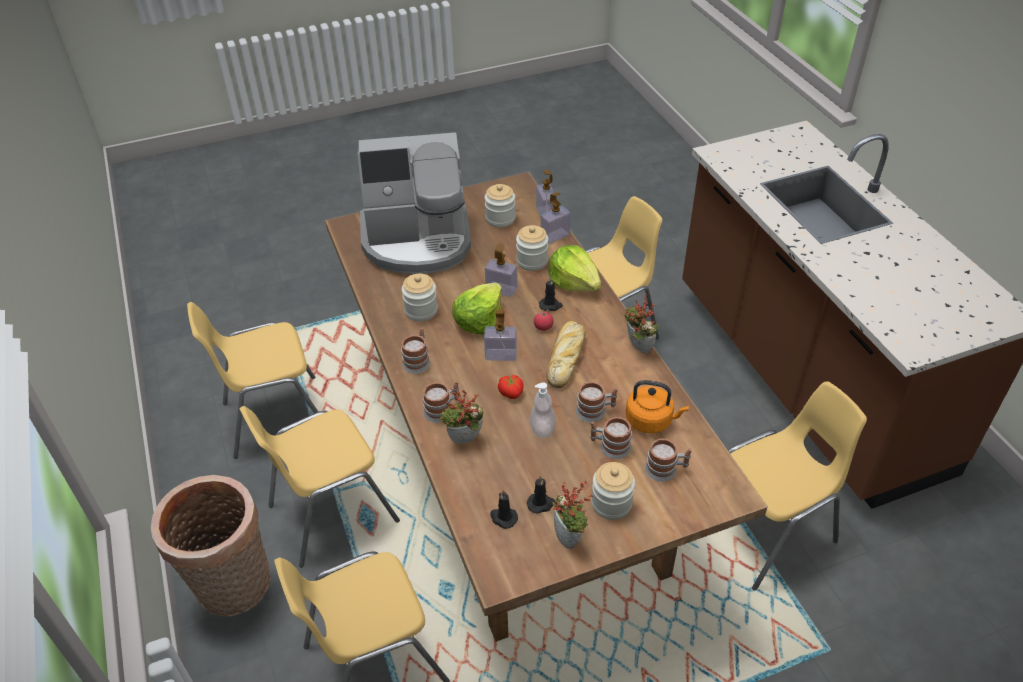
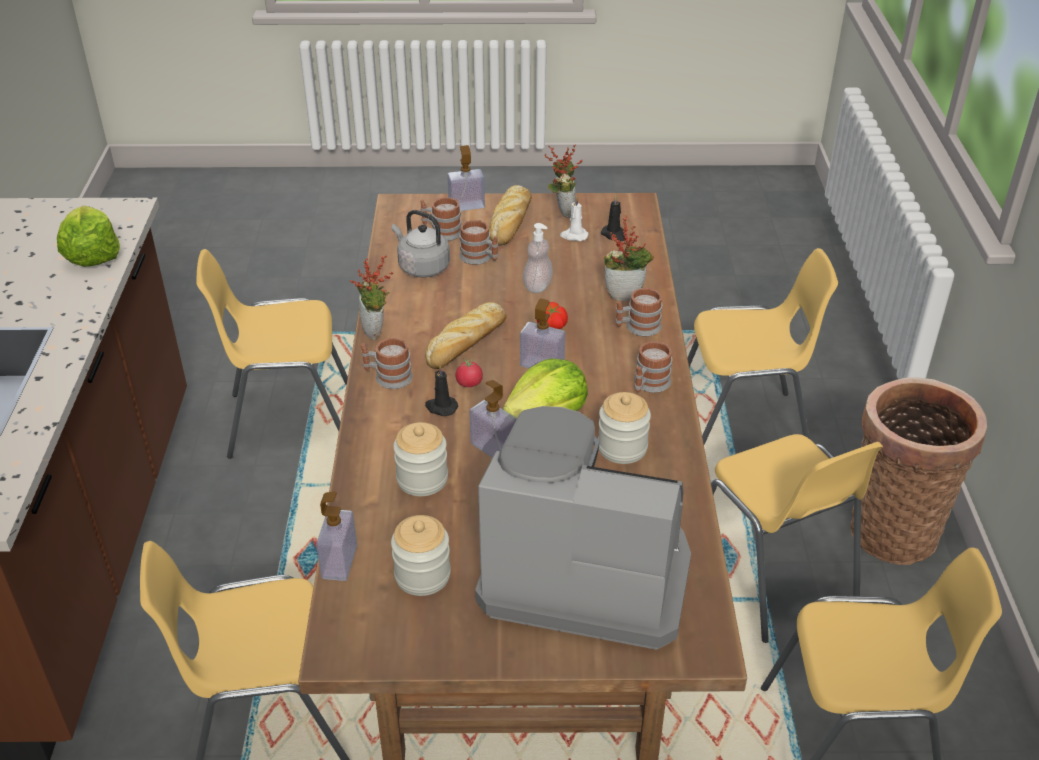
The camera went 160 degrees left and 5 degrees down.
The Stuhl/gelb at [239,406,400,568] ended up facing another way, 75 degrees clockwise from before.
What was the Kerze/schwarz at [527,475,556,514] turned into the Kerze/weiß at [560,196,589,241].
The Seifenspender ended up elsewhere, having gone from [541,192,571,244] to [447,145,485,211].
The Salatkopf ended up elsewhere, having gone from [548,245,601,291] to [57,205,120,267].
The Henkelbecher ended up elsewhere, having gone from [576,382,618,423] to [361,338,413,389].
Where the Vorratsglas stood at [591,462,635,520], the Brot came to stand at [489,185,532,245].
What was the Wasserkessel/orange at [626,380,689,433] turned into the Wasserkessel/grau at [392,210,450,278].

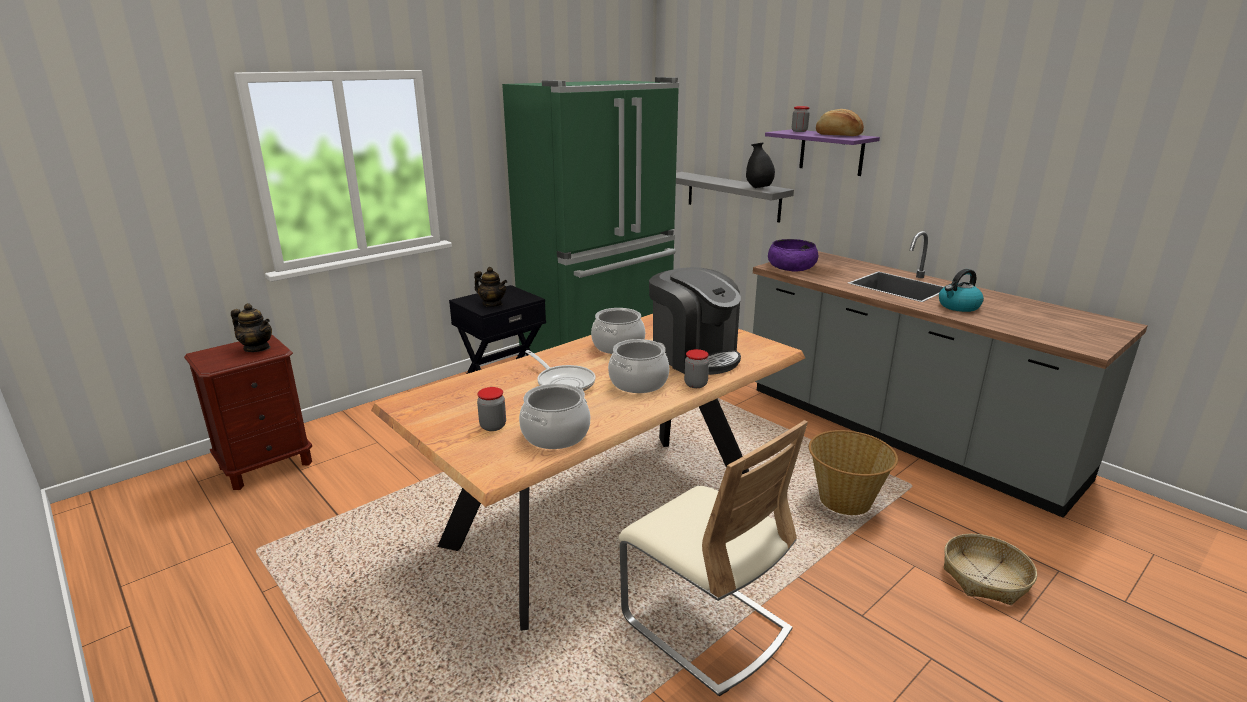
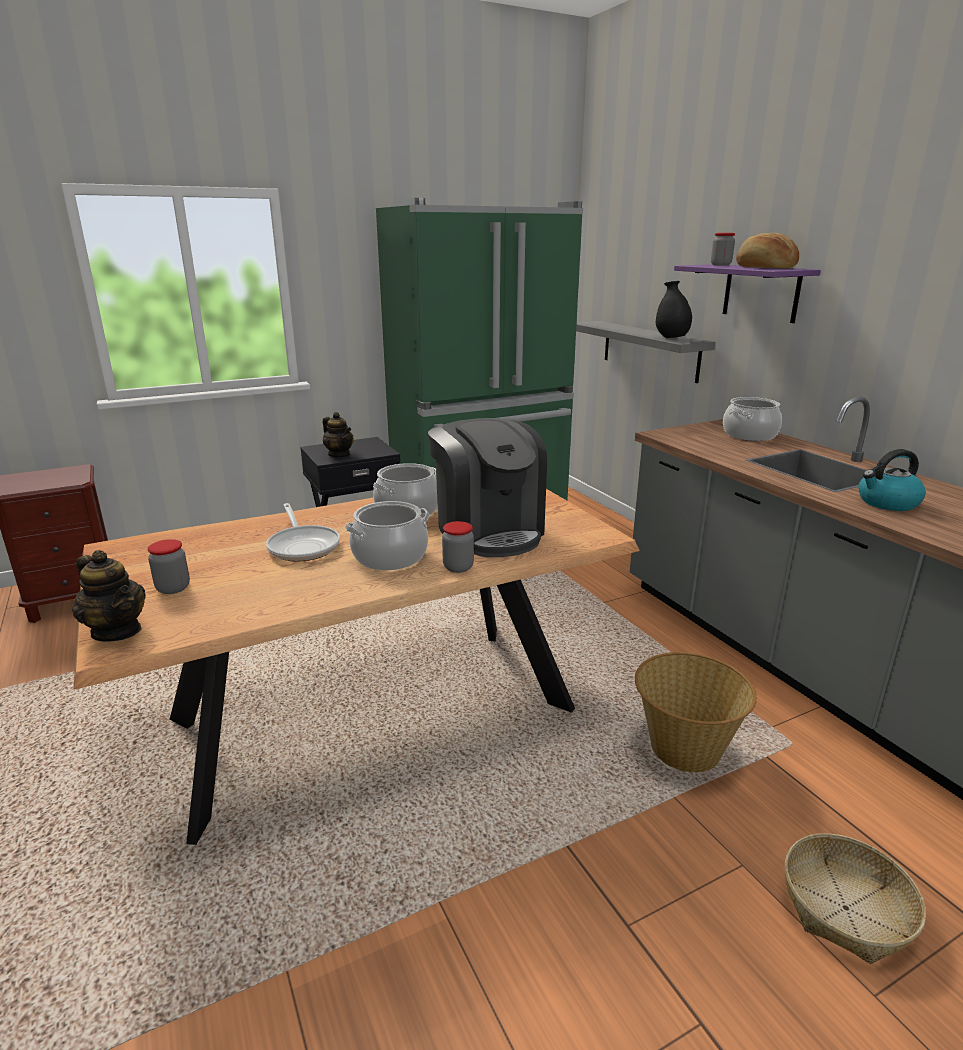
The camera went 15 degrees right and 0 degrees up.
The Teekanne ended up elsewhere, having gone from [231,303,272,352] to [72,550,146,641].
The Kochtopf ended up elsewhere, having gone from [519,384,590,449] to [723,397,782,441].
The second view lost the Stuhl/beige at [619,420,808,696].
The second view lost the Schüssel/lila at [768,239,818,272].

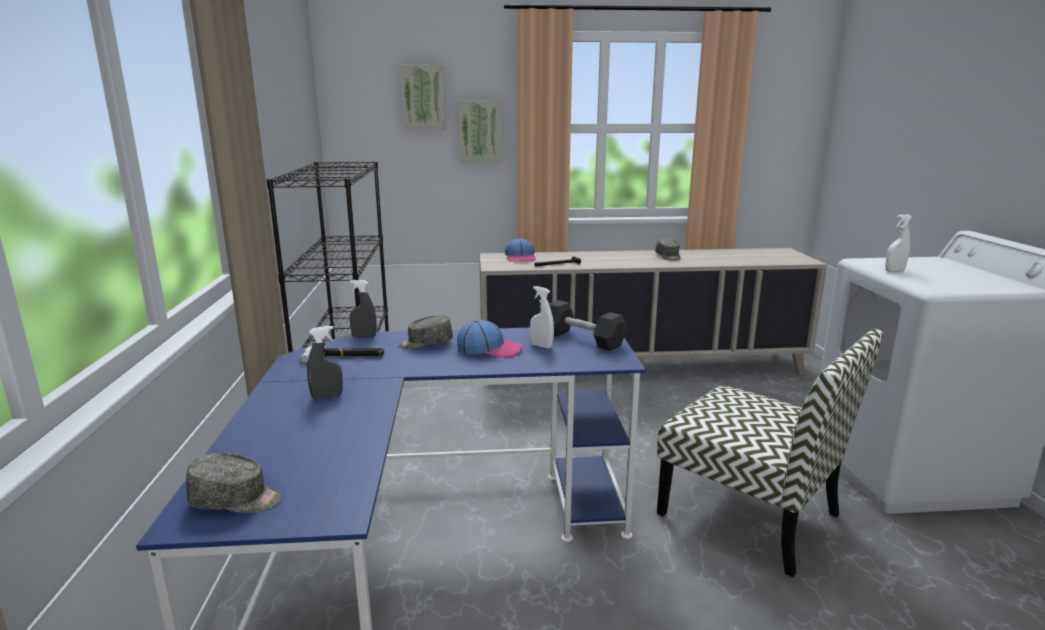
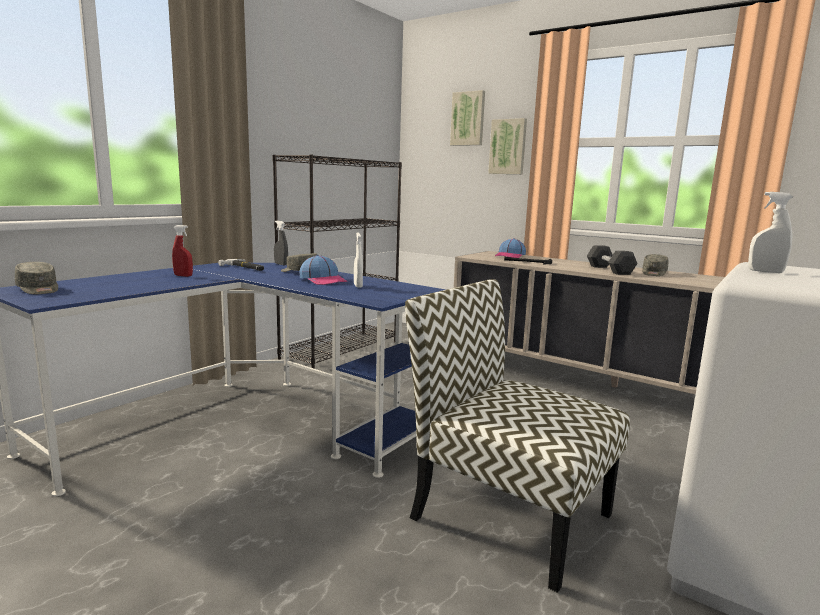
The camera went 40 degrees right and 5 degrees down.
What was the Sprühflasche/grau at [307,326,343,400] turned into the Sprühflasche/rot at [172,225,193,277].
The Hantel/schwarz ended up elsewhere, having gone from [549,300,626,351] to [587,245,638,275].
The Stuhl at [657,329,883,577] ended up facing another way, 135 degrees clockwise from before.

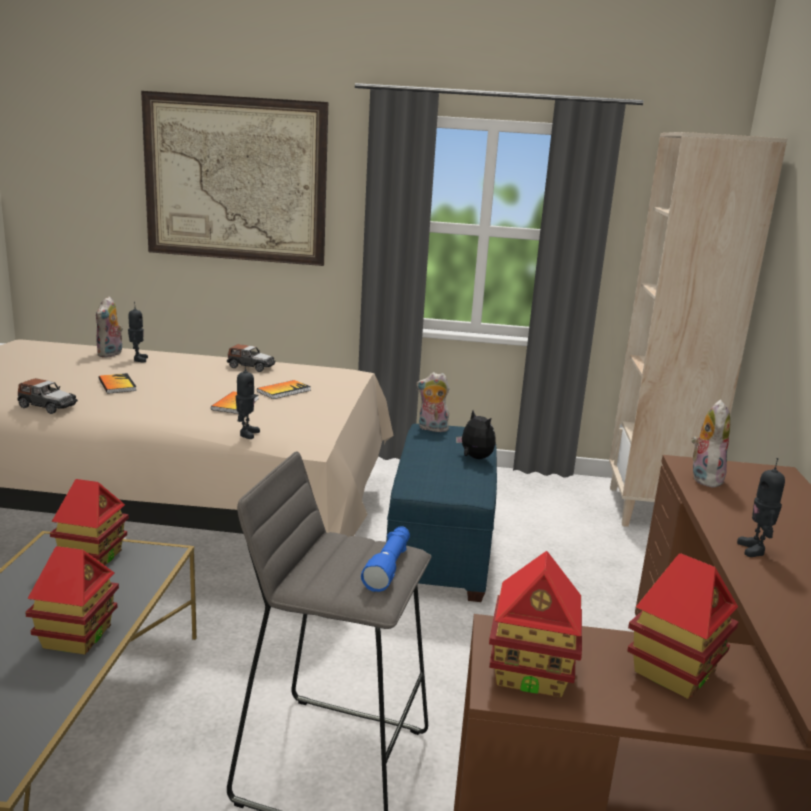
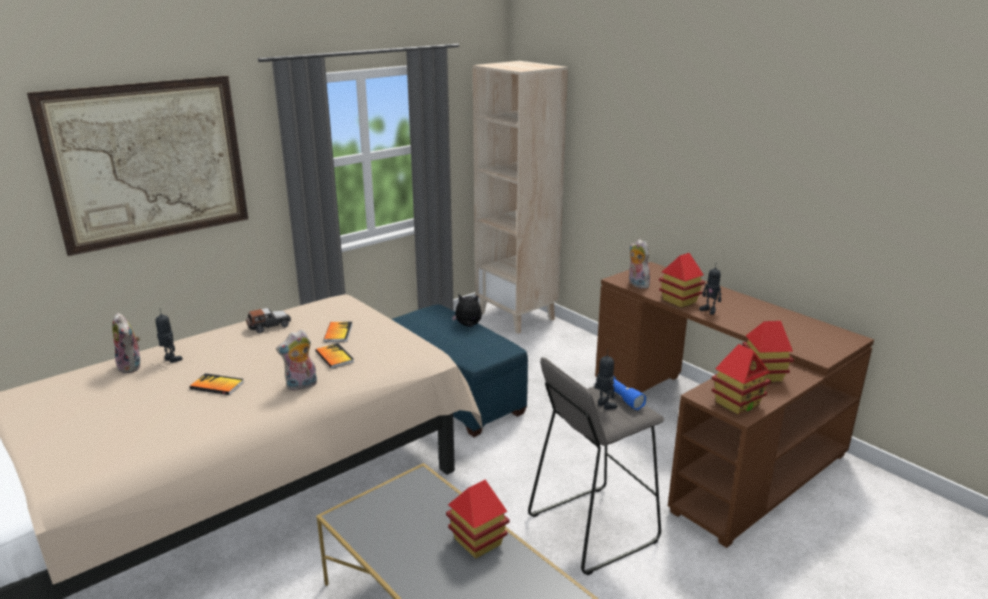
The camera went 45 degrees left and 5 degrees up.
The second view lost the Spielzeugauto at [17,378,78,414].
The Spielzeughaus ended up elsewhere, having gone from [50,479,129,565] to [659,253,705,308].
The Spielzeugroboter ended up elsewhere, having gone from [236,362,260,439] to [595,349,617,410].
The Plüschtier ended up elsewhere, having gone from [417,372,450,432] to [276,330,317,391].

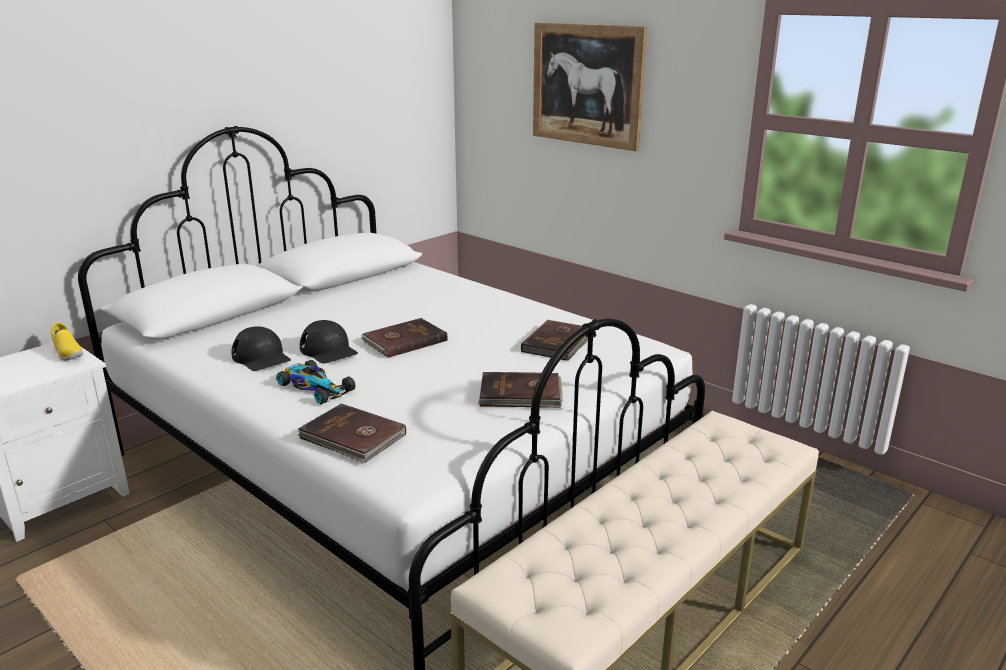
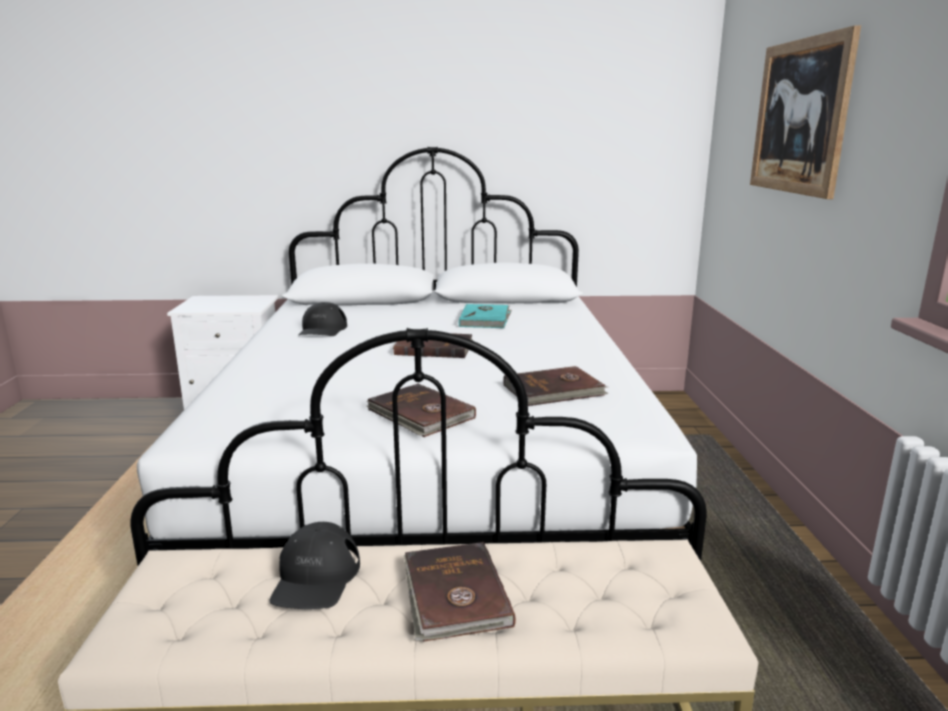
The camera went 45 degrees right and 5 degrees down.
The second view lost the Schuh/gelb at [51,322,83,361].
The second view lost the Spielzeugauto at [276,360,355,404].
The Buch/braun ended up elsewhere, having gone from [298,404,406,463] to [404,542,516,642].
The Kappe/schwarz ended up elsewhere, having gone from [300,320,358,363] to [270,522,360,609].
The second view gained the Buch/türkis at [459,304,512,328].

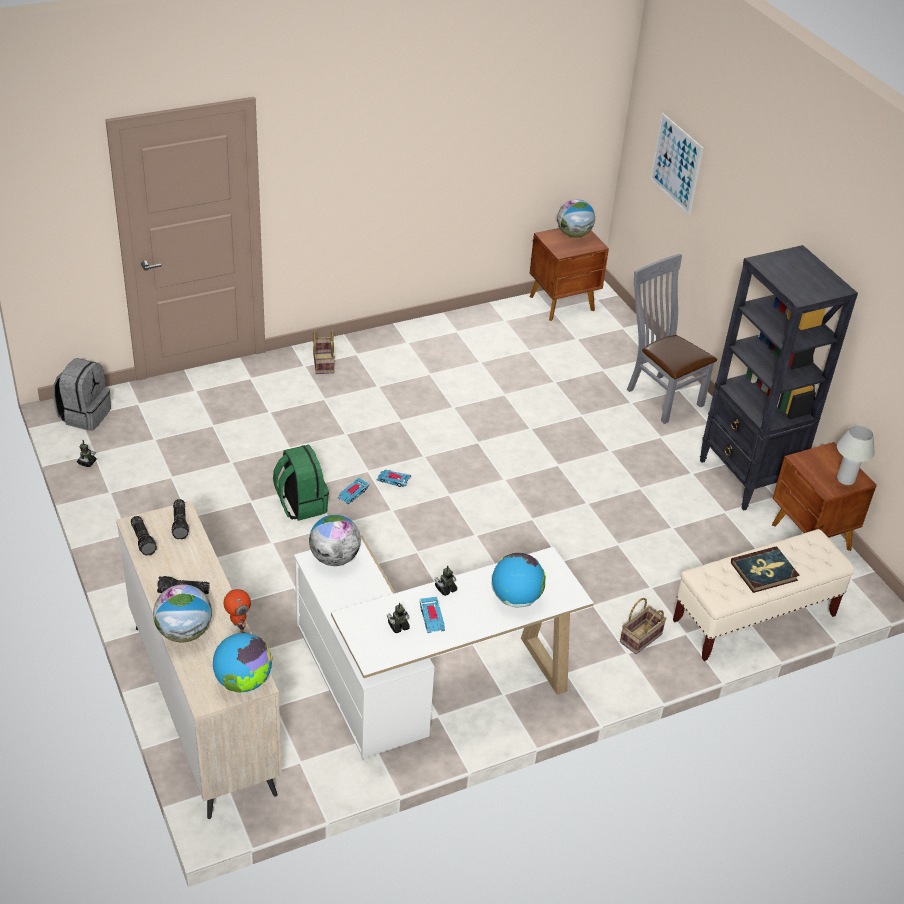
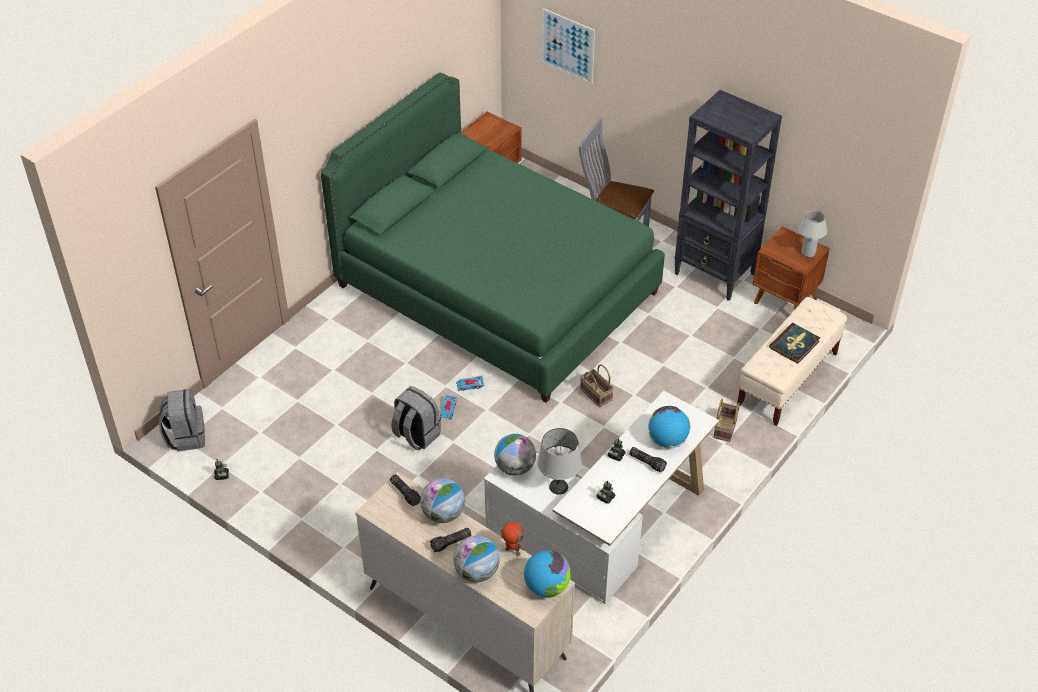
The camera went 25 degrees left and 5 degrees up.
The Taschenlampe ended up elsewhere, having gone from [131,516,157,556] to [629,447,667,473].
What was the Rucksack/grün at [273,445,329,521] turned into the Rucksack/grau at [392,386,441,450].
The Korb ended up elsewhere, having gone from [313,330,335,374] to [580,364,614,407].
The second view lost the Spielzeugauto at [420,596,445,633].
The Globus ended up elsewhere, having gone from [557,199,595,238] to [420,478,465,523].
The second view gained the Bett/grün at [321,72,665,403].
The second view gained the Tischlampe/grau at [537,428,582,495].

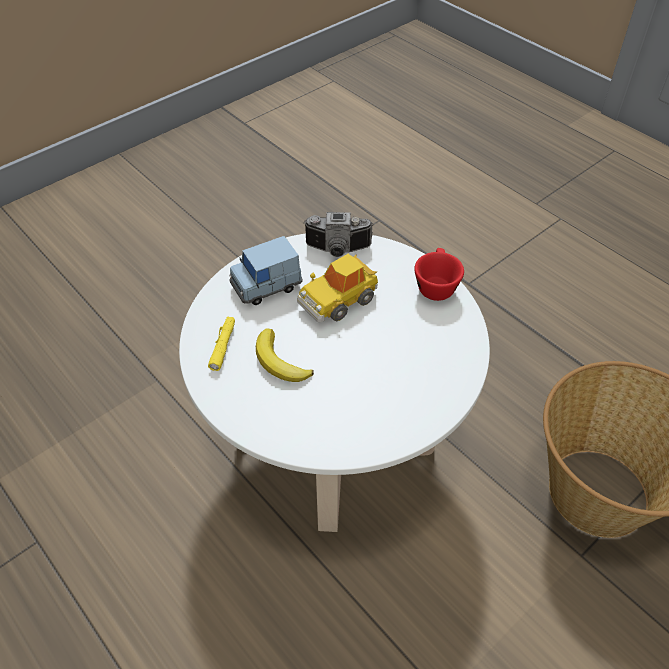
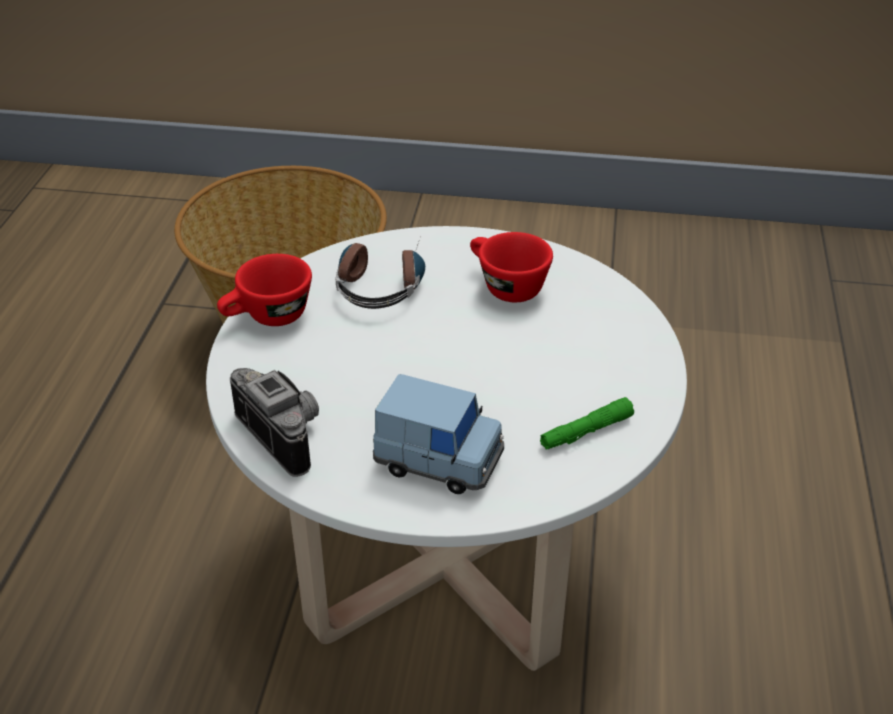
The camera went 130 degrees left and 10 degrees down.
What was the Taschenlampe/gelb at [208,317,235,371] turned into the Taschenlampe/grün at [540,397,634,450].
The second view lost the Banane at [256,328,314,382].
The second view lost the Spielzeugauto at [297,254,378,322].
The second view gained the Kopfhörer at [336,239,425,309].
The second view gained the Tasse/rot at [470,232,553,302].

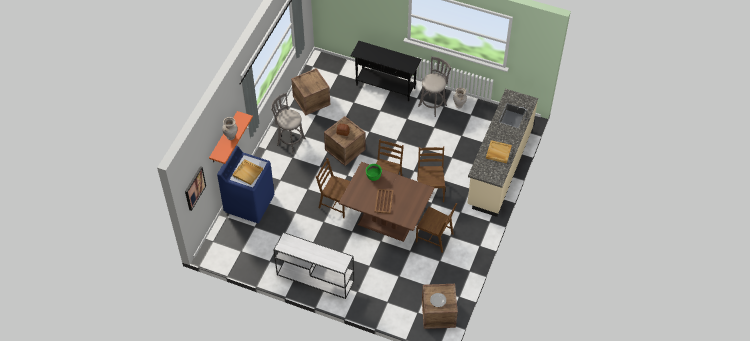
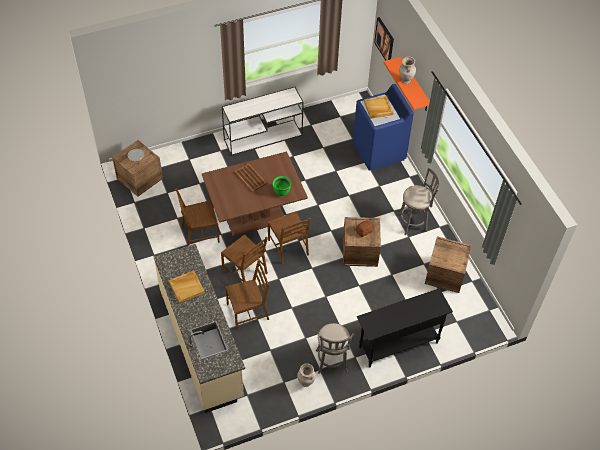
The camera went 135 degrees right and 0 degrees up.
The Stuhl/braun ended up elsewhere, having gone from [316,158,350,218] to [225,259,270,330].

